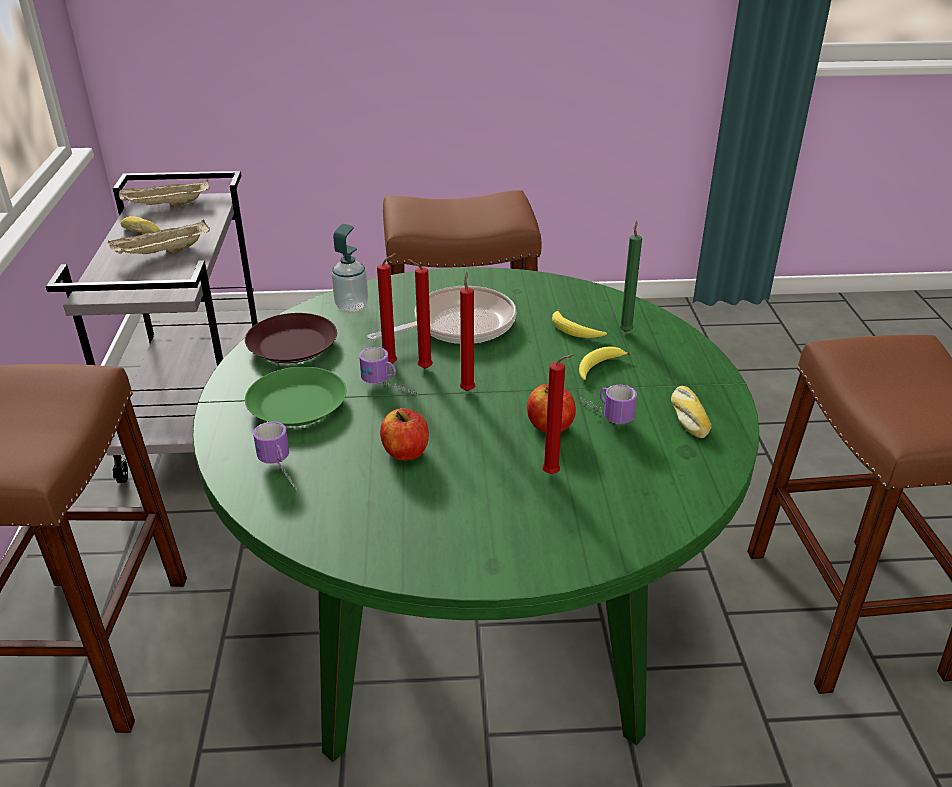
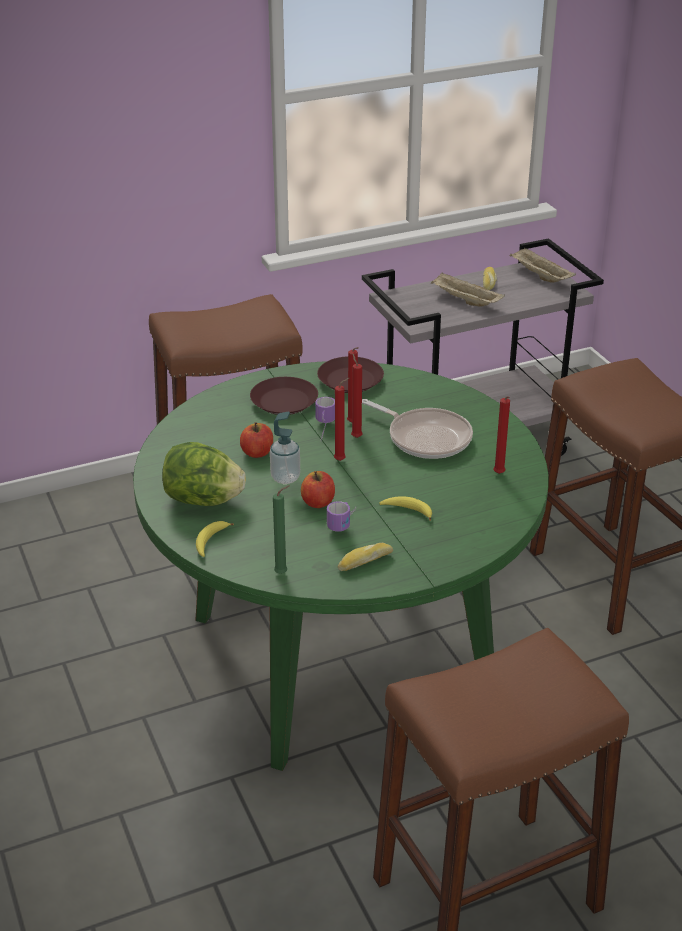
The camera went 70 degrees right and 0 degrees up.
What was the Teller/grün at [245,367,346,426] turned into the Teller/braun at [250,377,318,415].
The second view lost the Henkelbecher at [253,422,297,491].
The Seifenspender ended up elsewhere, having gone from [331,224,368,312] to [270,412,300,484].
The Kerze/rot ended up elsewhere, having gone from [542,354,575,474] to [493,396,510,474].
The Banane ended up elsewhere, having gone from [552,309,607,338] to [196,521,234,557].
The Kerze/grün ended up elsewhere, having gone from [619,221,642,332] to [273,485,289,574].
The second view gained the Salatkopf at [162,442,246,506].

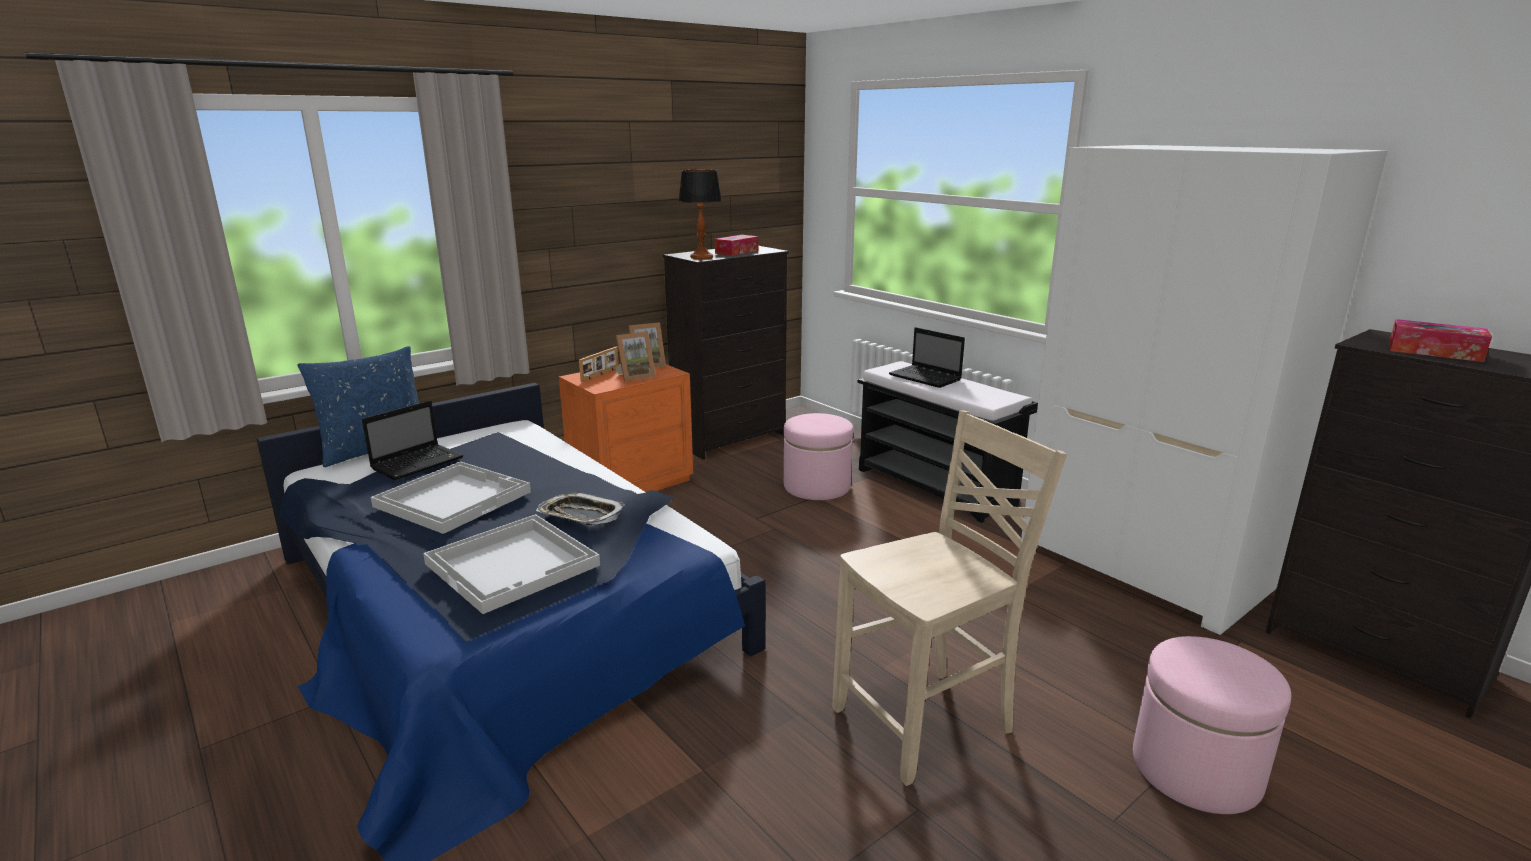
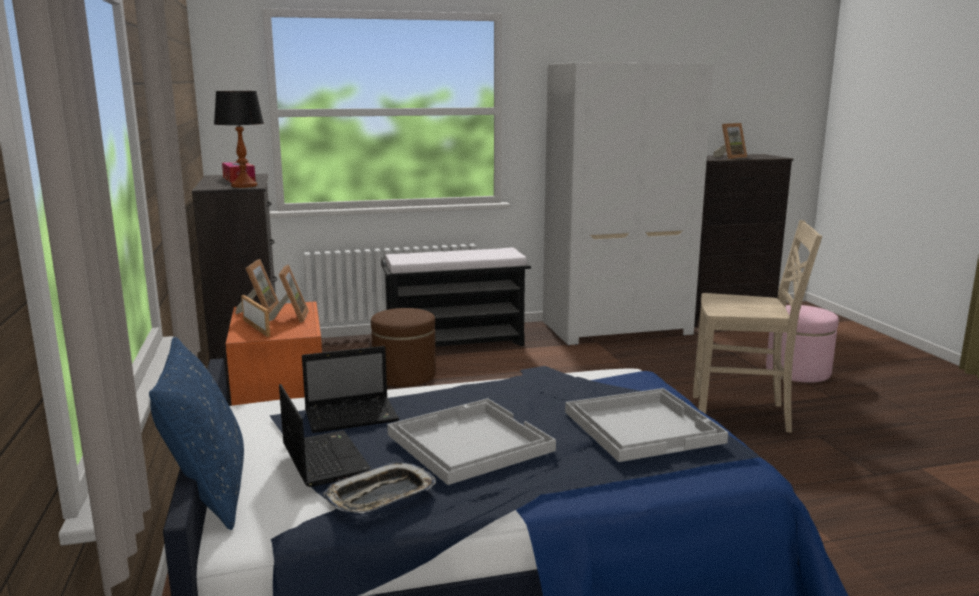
The camera went 65 degrees left and 5 degrees down.
The Tablett ended up elsewhere, having gone from [536,492,625,525] to [324,462,436,513].
What was the Polsterhocker/rosa at [784,413,853,500] turned into the Polsterhocker/braun at [371,308,436,387].
The Stuhl/beige at [832,410,1067,786] ended up facing another way, 105 degrees clockwise from before.
The Laptop ended up elsewhere, having gone from [889,327,965,388] to [302,346,399,433].
Where the Taschentuchbox stood at [1389,319,1492,362], the Bilderrahmen came to stand at [714,123,747,159].

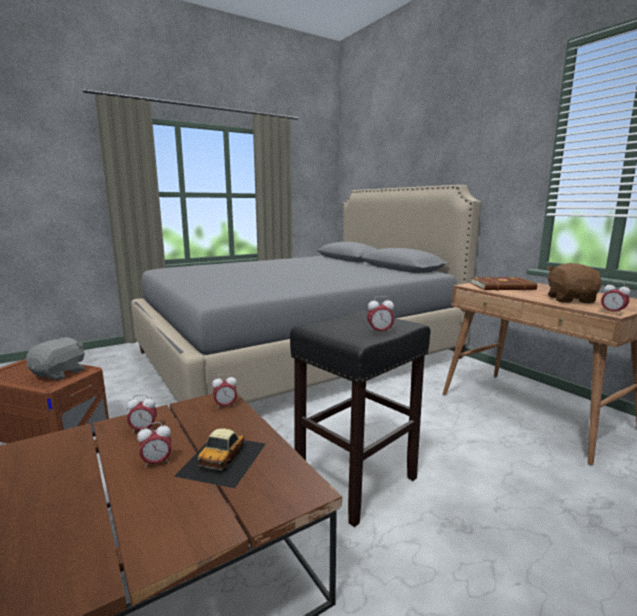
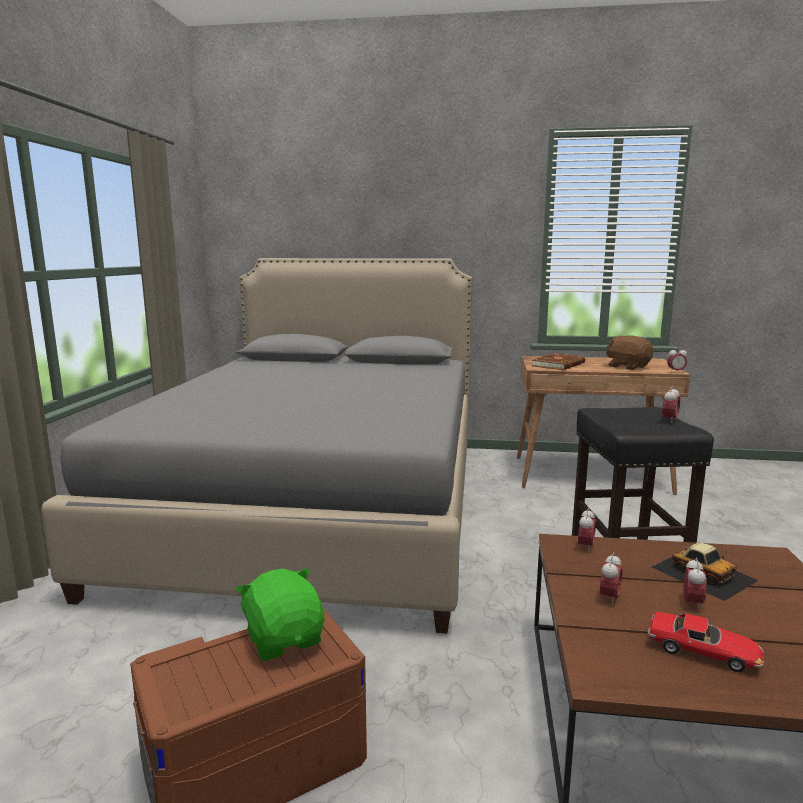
The camera went 50 degrees left and 0 degrees up.
What was the Plüschtier/grau at [26,337,85,380] turned into the Plüschtier/grün at [236,568,324,661].
The second view gained the Spielzeugauto at [648,612,764,672].

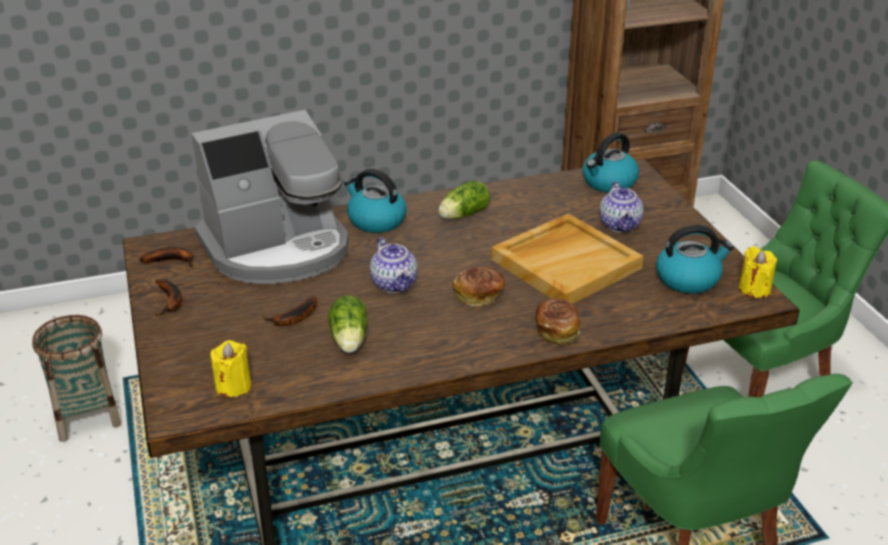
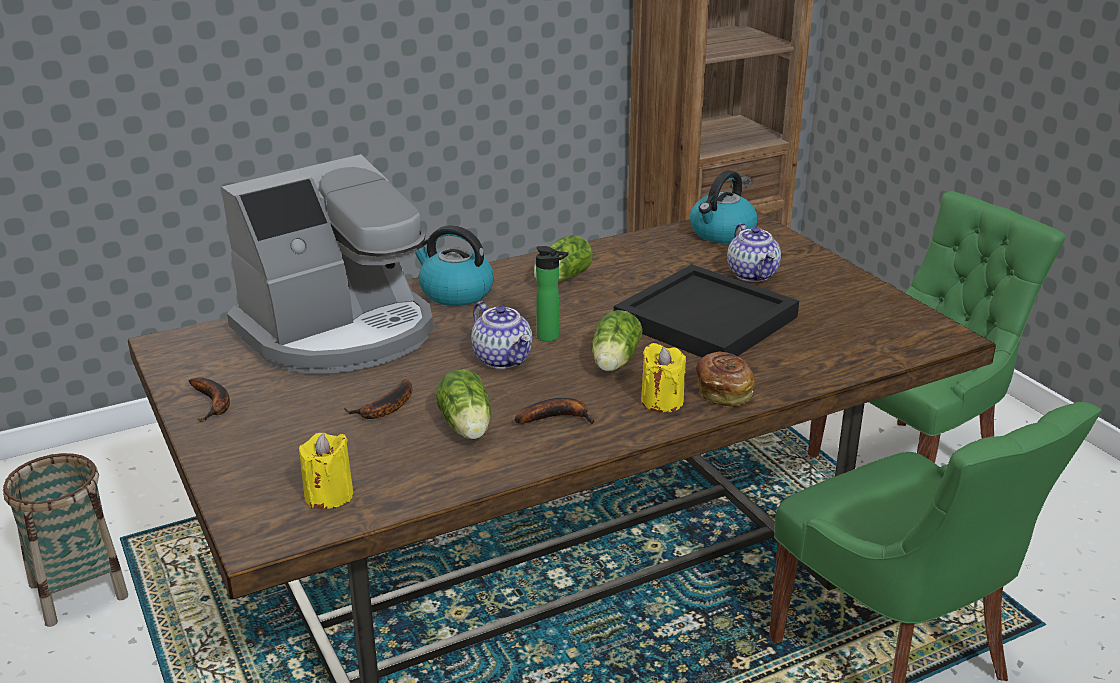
The camera went 10 degrees left and 5 degrees down.
The Banane ended up elsewhere, having gone from [139,247,193,268] to [515,398,595,425].
Where the Brot stood at [452,267,505,306], the Salatkopf came to stand at [592,310,643,372].
What was the Tablett/beige at [491,214,644,304] turned into the Tablett/schwarz at [614,264,799,358].
The second view lost the Wasserkessel at [656,225,734,294].
The Kerze/gelb ended up elsewhere, having gone from [739,246,777,298] to [641,343,686,412].
The second view gained the Flasche at [536,246,568,342].

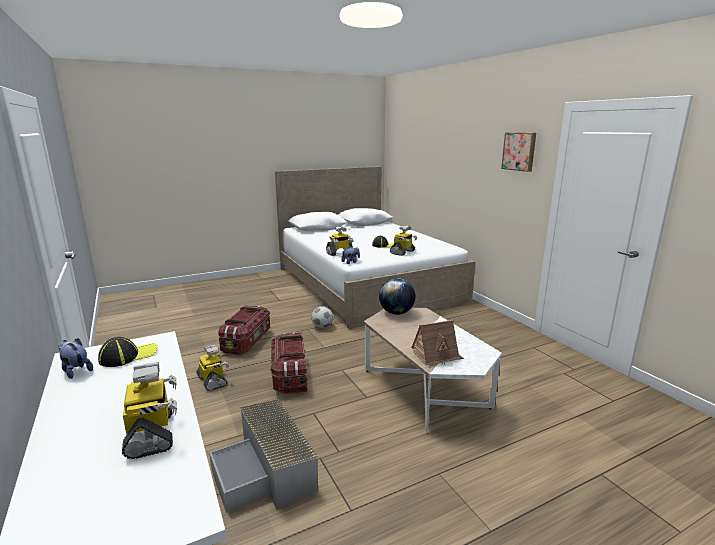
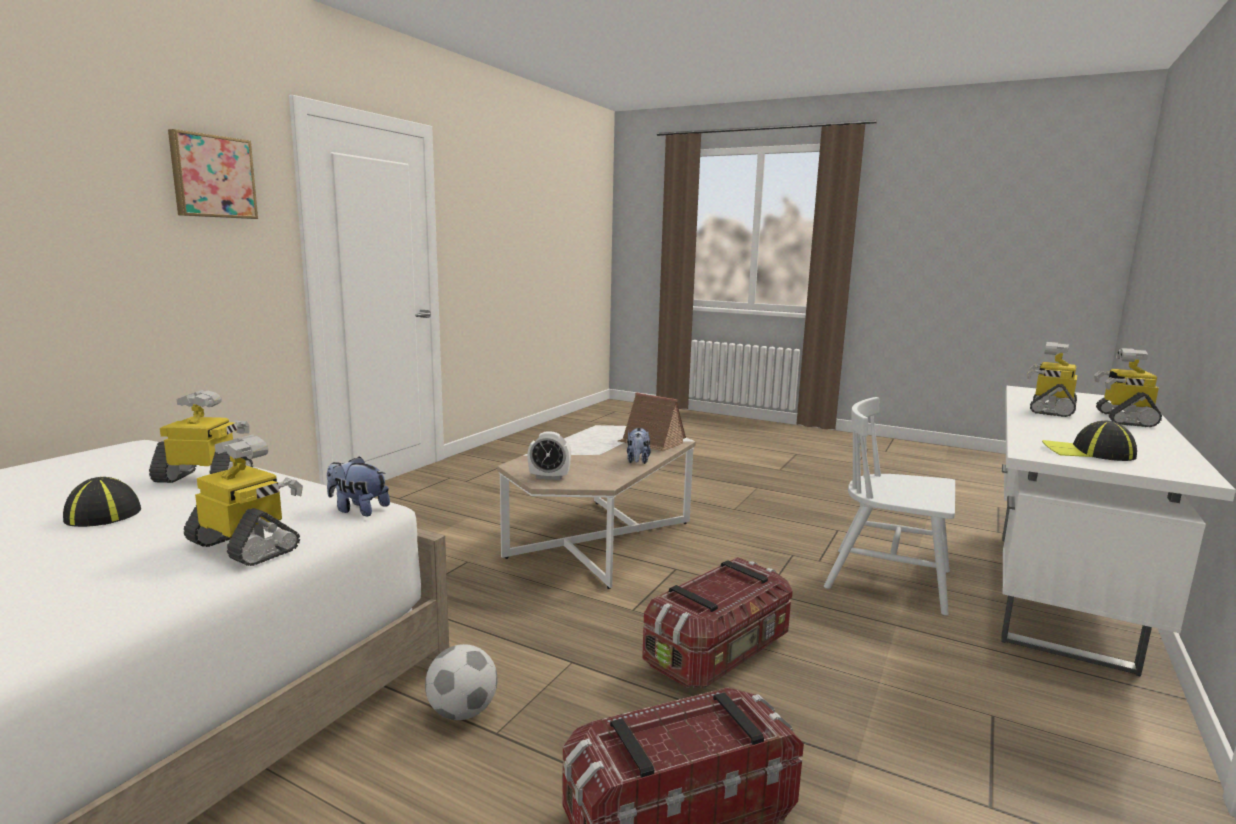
The camera went 125 degrees left and 5 degrees down.
The Plüschtier ended up elsewhere, having gone from [58,338,93,379] to [627,428,651,464].
The Spielzeugroboter ended up elsewhere, having gone from [197,345,229,391] to [1094,348,1162,427].
Where the Aufbewahrungsbox/grau stood at [209,399,318,513], the Stuhl/weiß came to stand at [824,397,955,615].
Where the Globus stood at [379,278,416,315], the Wecker came to stand at [527,431,571,480].

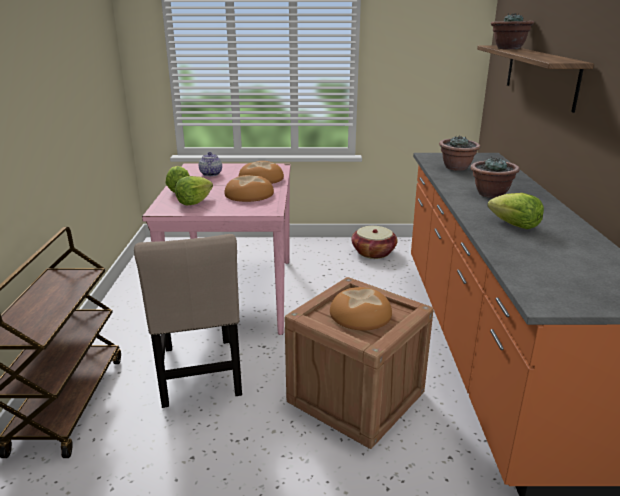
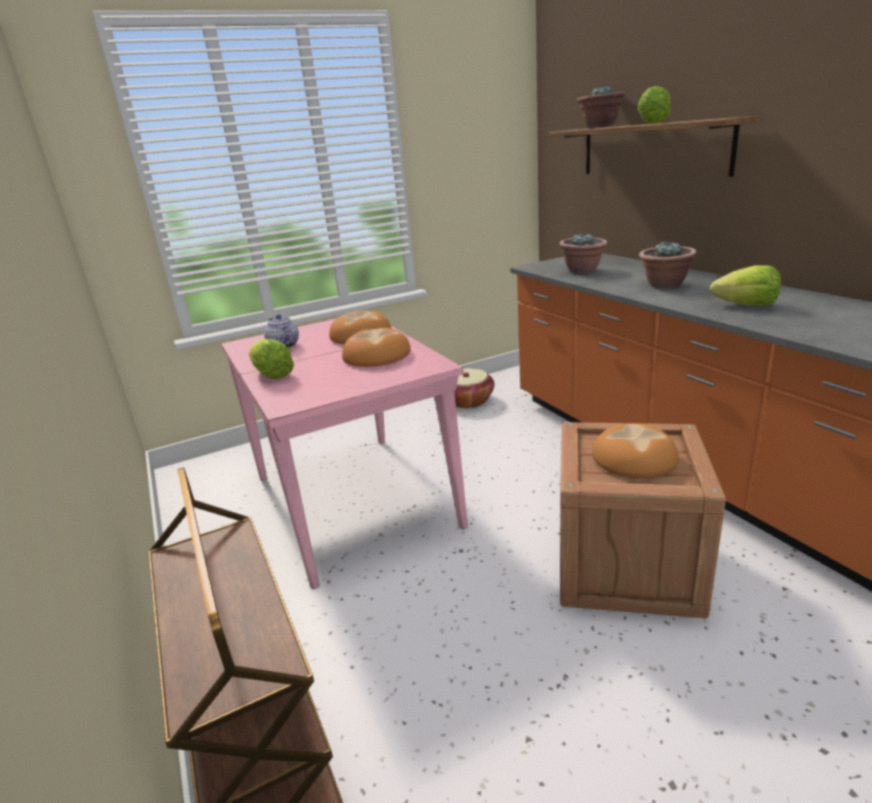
The camera went 25 degrees left and 0 degrees up.
The second view lost the Stuhl/beige at [134,234,242,408].
The Salatkopf ended up elsewhere, having gone from [175,176,213,205] to [638,86,671,123].

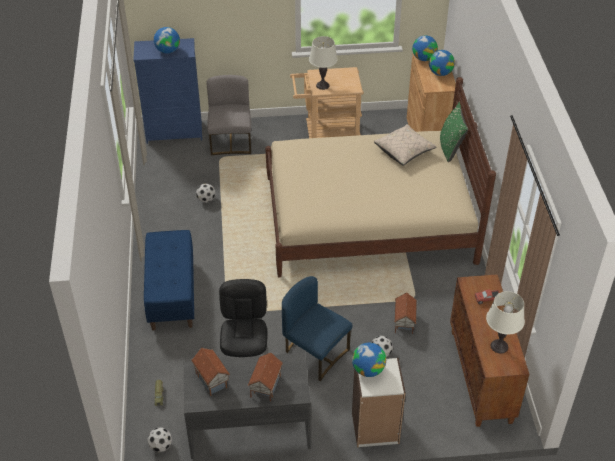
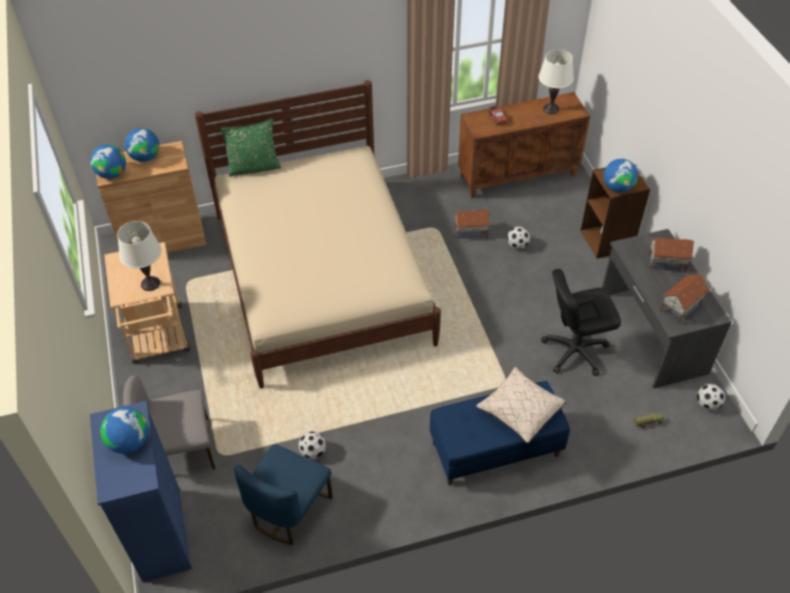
The camera went 100 degrees left and 5 degrees up.
The Stuhl/blau ended up elsewhere, having gone from [282,276,352,381] to [234,444,333,545].
What was the Bücherregal/weiß at [352,358,406,447] turned into the Bücherregal/braun at [580,167,650,259].
The Kissen/beige ended up elsewhere, having gone from [374,124,437,166] to [476,367,566,443].

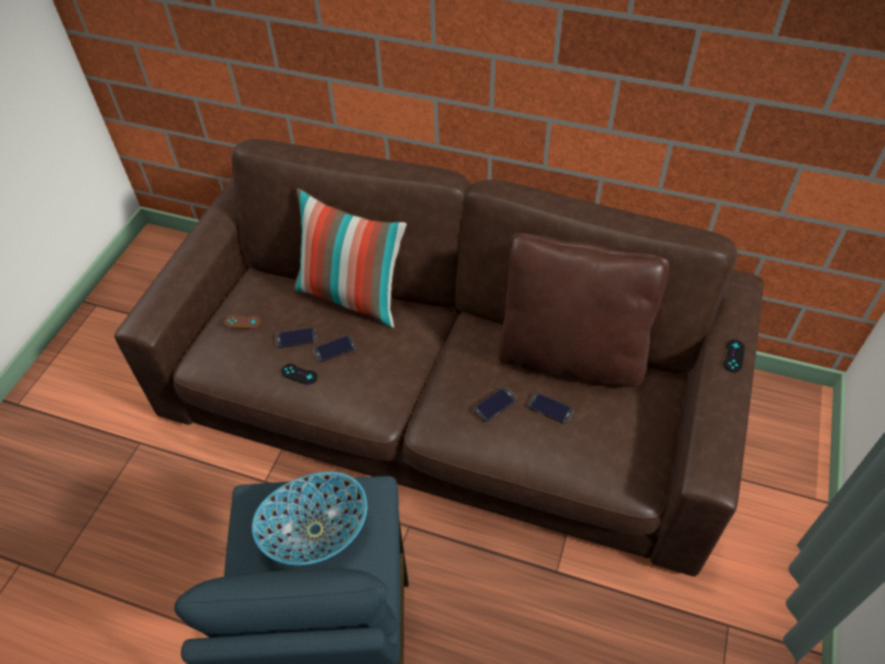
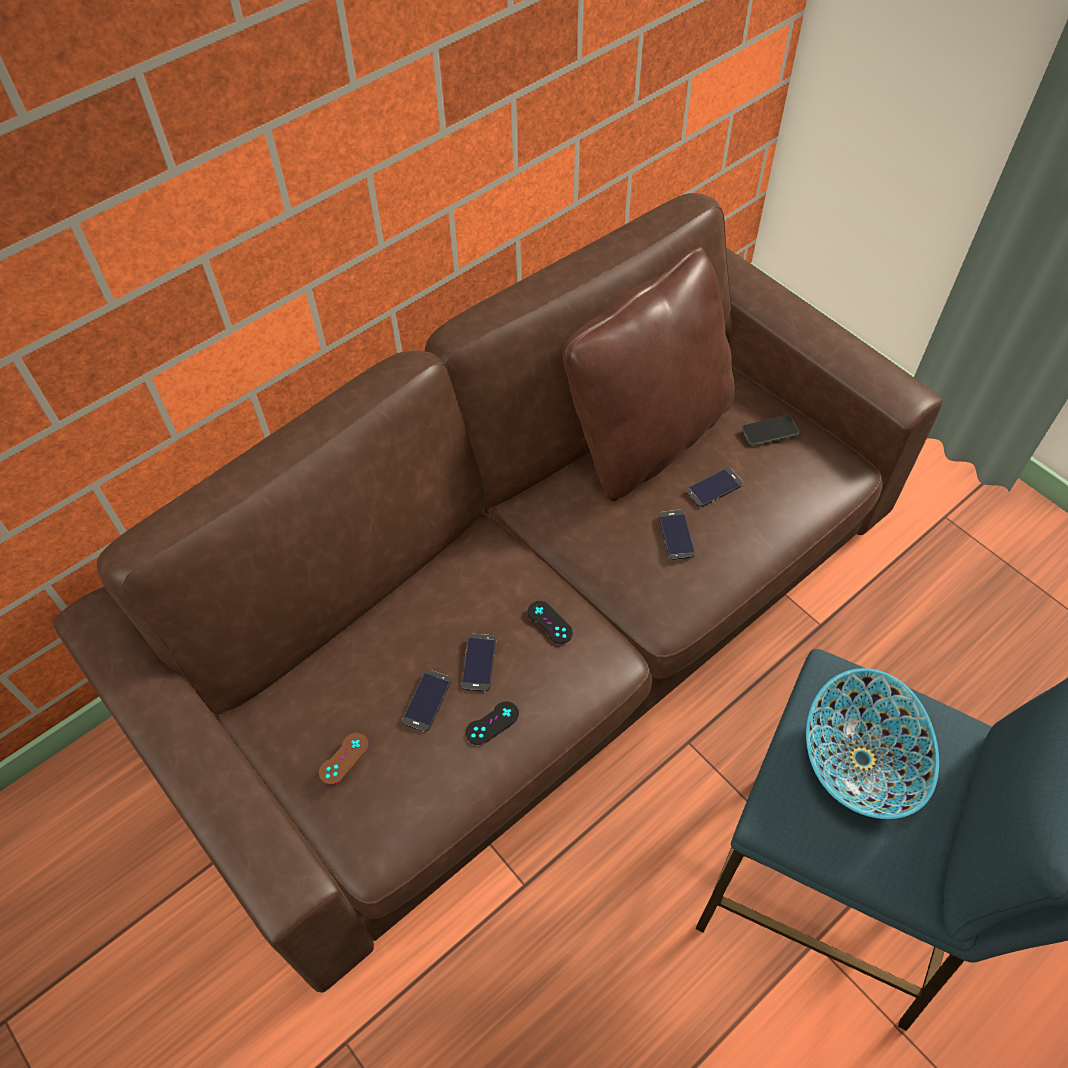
The camera went 60 degrees left and 5 degrees up.
The second view lost the Kissen at [294,188,407,328].
The Gamepad/schwarz ended up elsewhere, having gone from [723,340,745,372] to [528,601,573,644].
The second view gained the Handy at [742,415,799,445].

